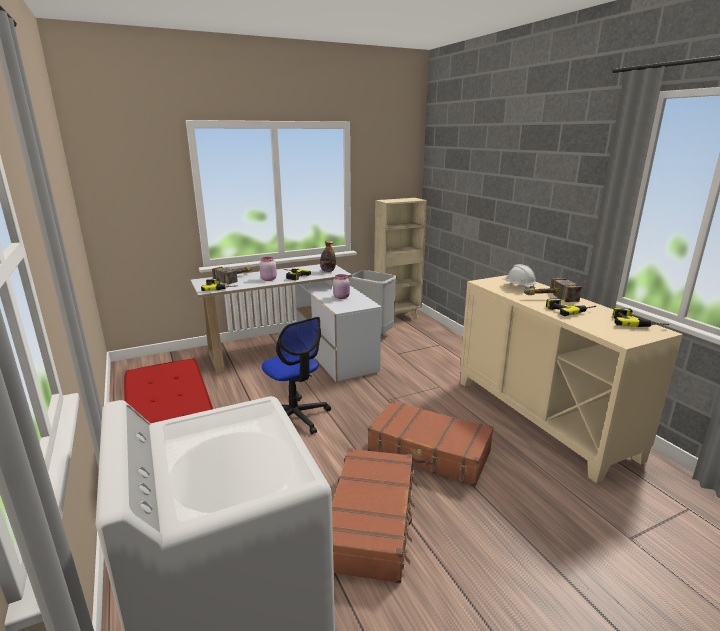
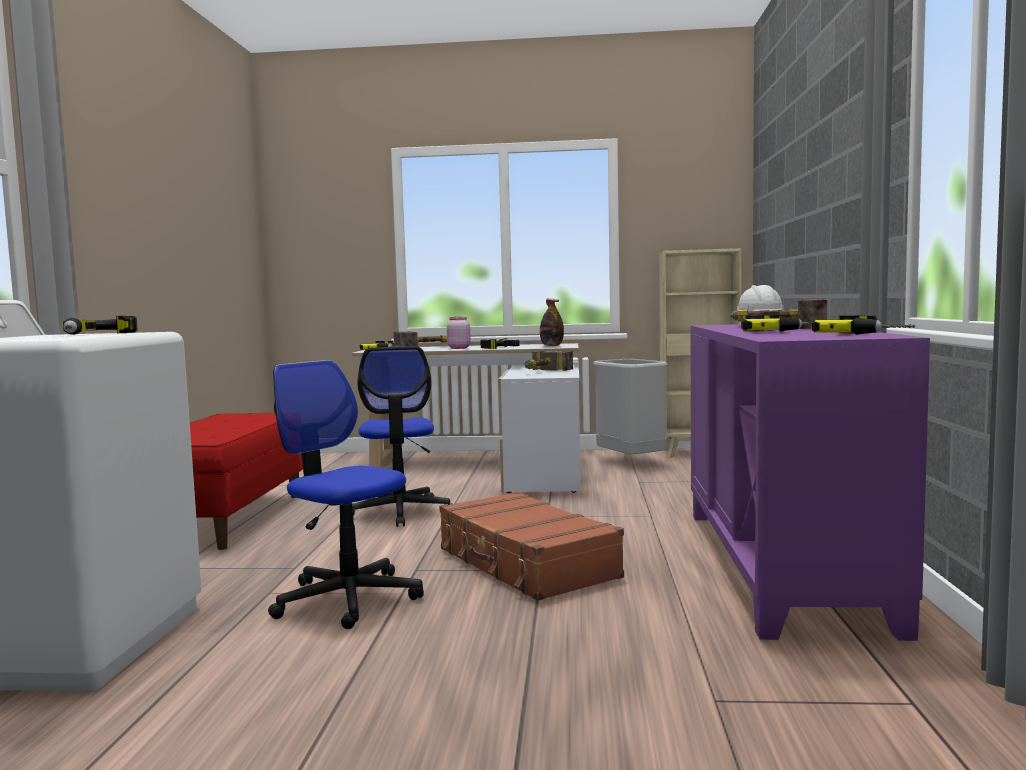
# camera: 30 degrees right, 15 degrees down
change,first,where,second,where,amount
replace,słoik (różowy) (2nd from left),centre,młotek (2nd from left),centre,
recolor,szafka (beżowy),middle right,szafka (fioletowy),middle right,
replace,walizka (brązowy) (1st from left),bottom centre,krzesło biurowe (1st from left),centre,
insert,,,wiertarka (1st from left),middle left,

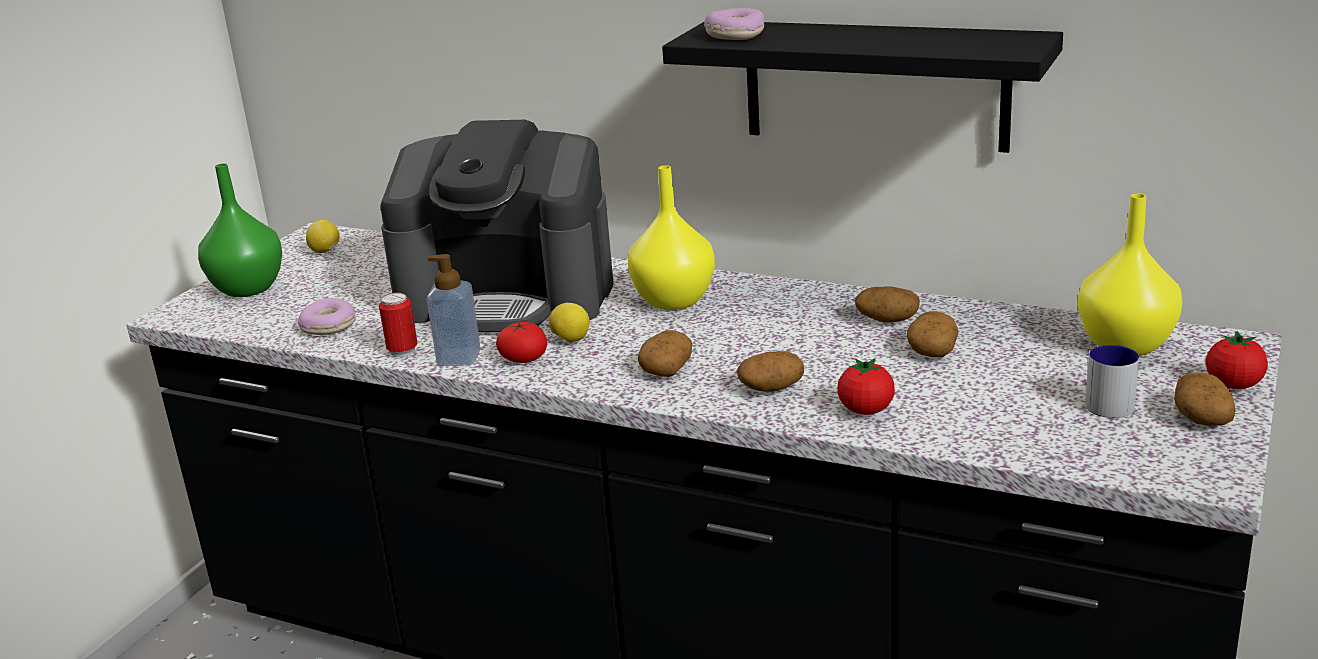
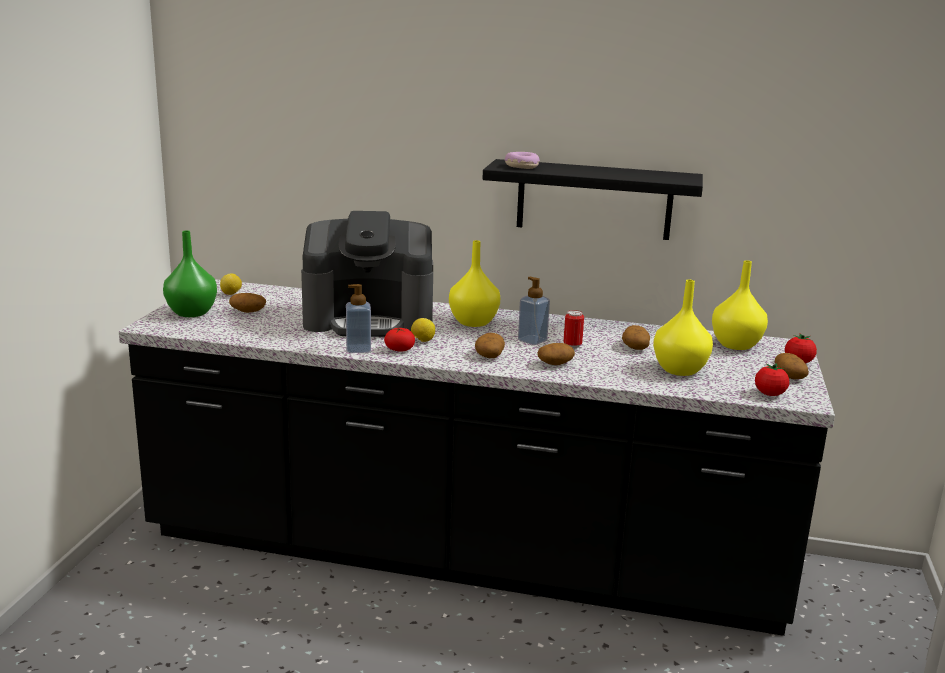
# camera: 15 degrees left, 5 degrees down
change,first,where,second,where,amount
move,ziemniak (3rd from left in the first image),middle right,ziemniak (1st from left),middle left,
move,puszka,middle left,,centre,
delete,donut (1st from left),middle left,,,
delete,kubek,middle right,,,
move,pomidor (2nd from left),centre,,middle right,
insert,,,dozownik mydła (2nd from left),centre,
insert,,,wazon (żółty) (2nd from left),middle right,

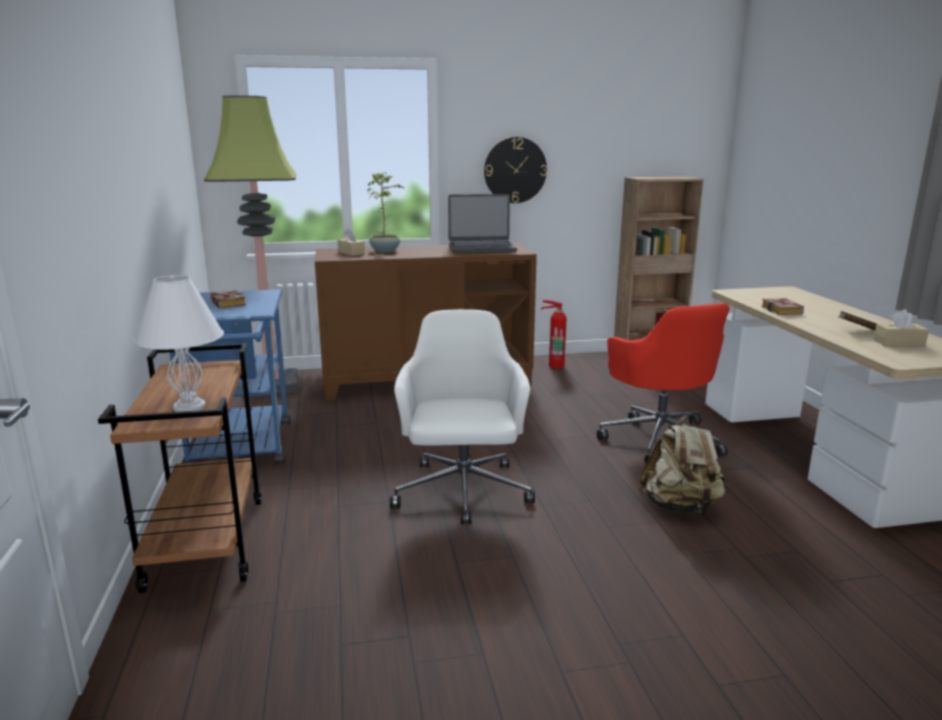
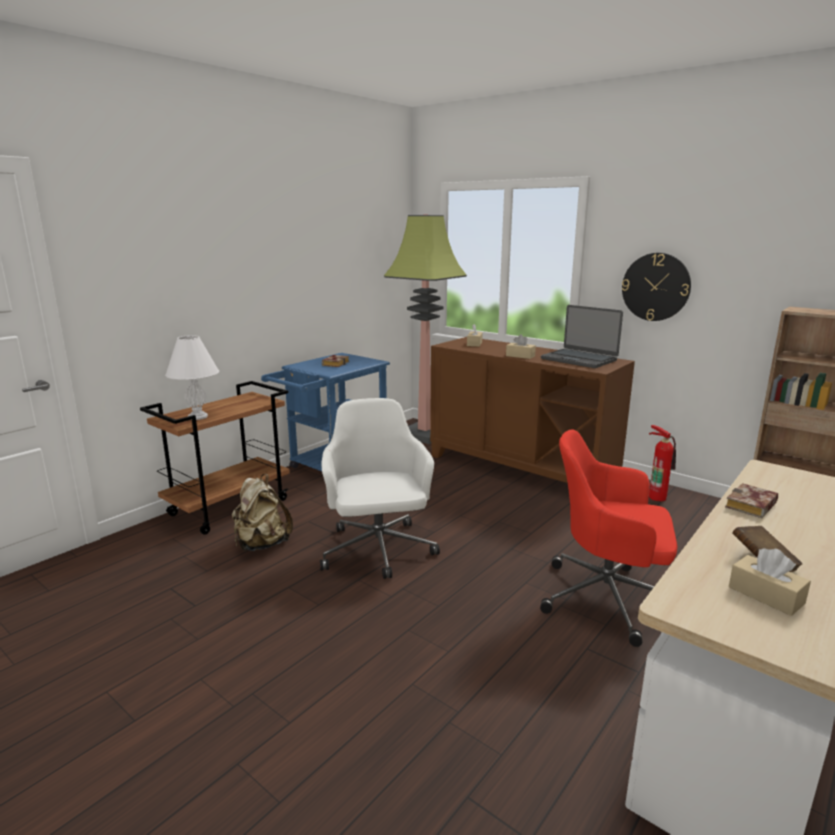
# camera: 50 degrees right, 0 degrees up
change,first,where,second,where,amount
delete,roślina doniczkowa,top centre,,,
rotate,krzesło biurowe (czerwony),middle right,,middle right,75 degrees clockwise
rotate,krzesło biurowe (biały),centre,,centre,60 degrees counterclockwise
move,plecak (beżowy),middle right,,middle left,
insert,,,pudełko chusteczek (beżowy) (2nd from left),centre,

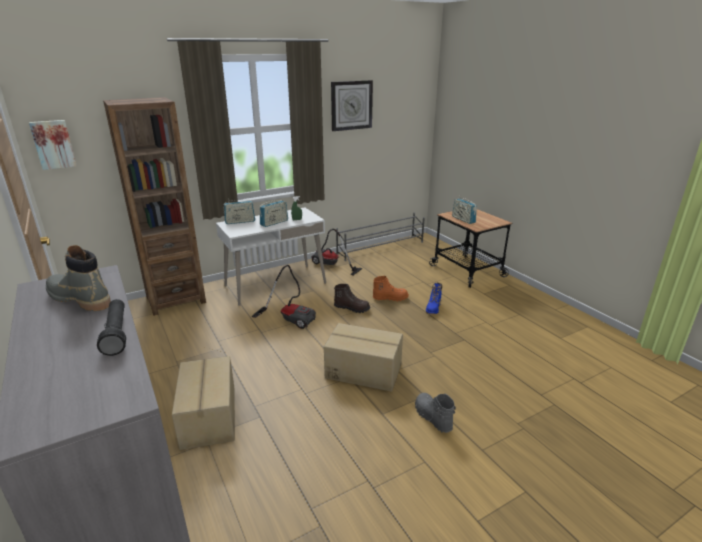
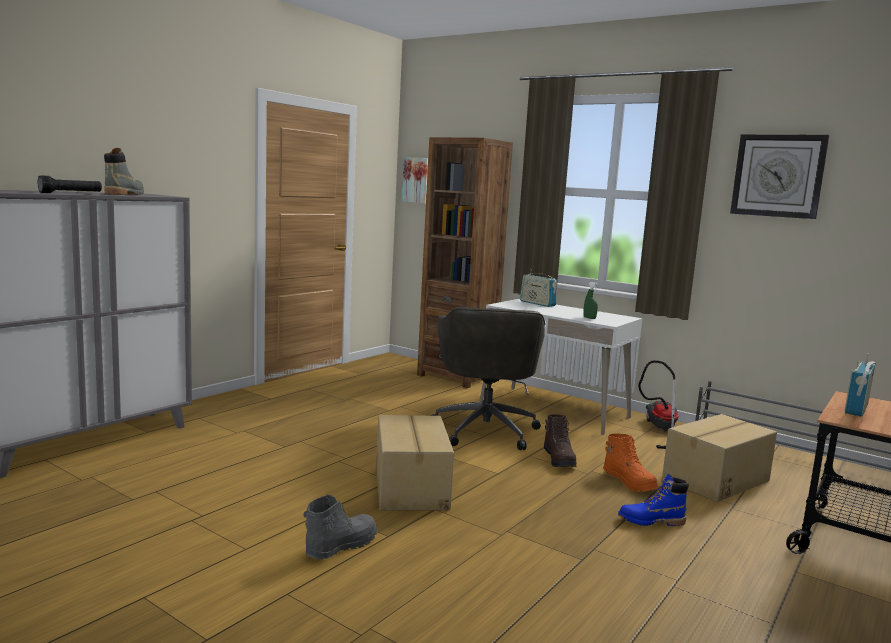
# camera: 65 degrees right, 15 degrees down
change,first,where,second,where,amount
delete,radio (2nd from left),centre,,,
replace,odkurzacz (1st from left),centre,krzesło biurowe (szary),centre,
move,karton (1st from left in the first image),bottom left,karton (2nd from left),bottom right,

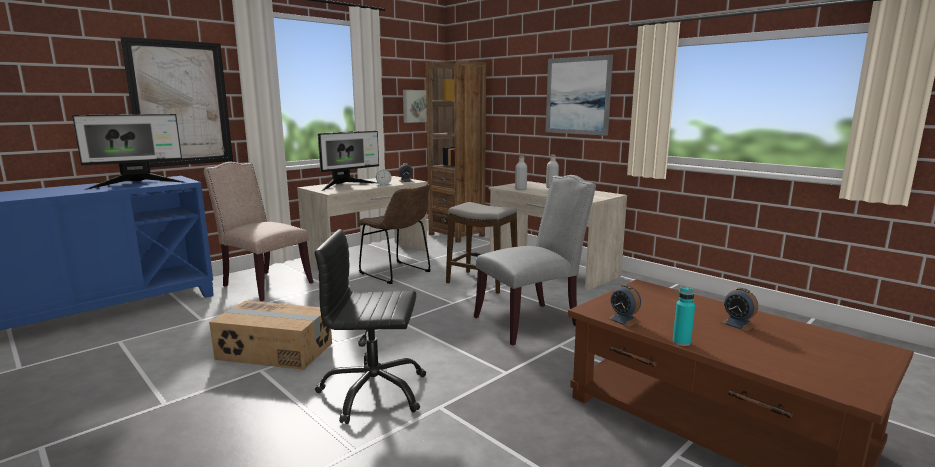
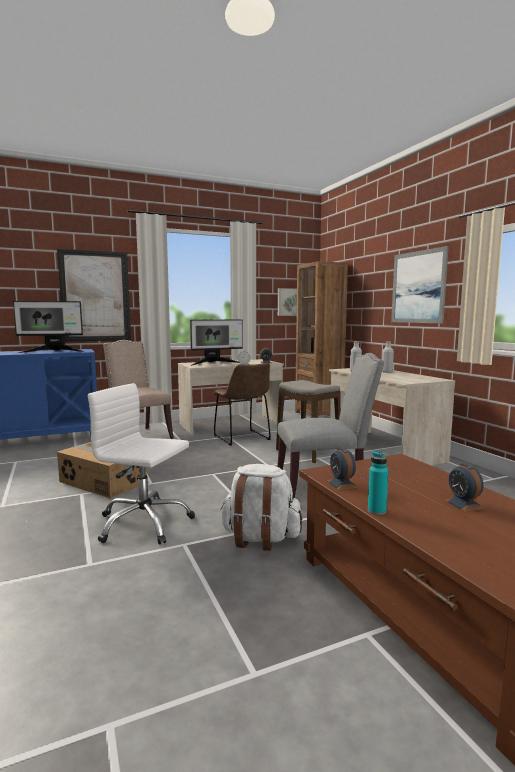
# camera: 20 degrees right, 5 degrees down
change,first,where,second,where,amount
recolor,krzesło biurowe (czarny),bottom centre,krzesło biurowe (biały),middle left,
insert,,,plecak (biały),centre,

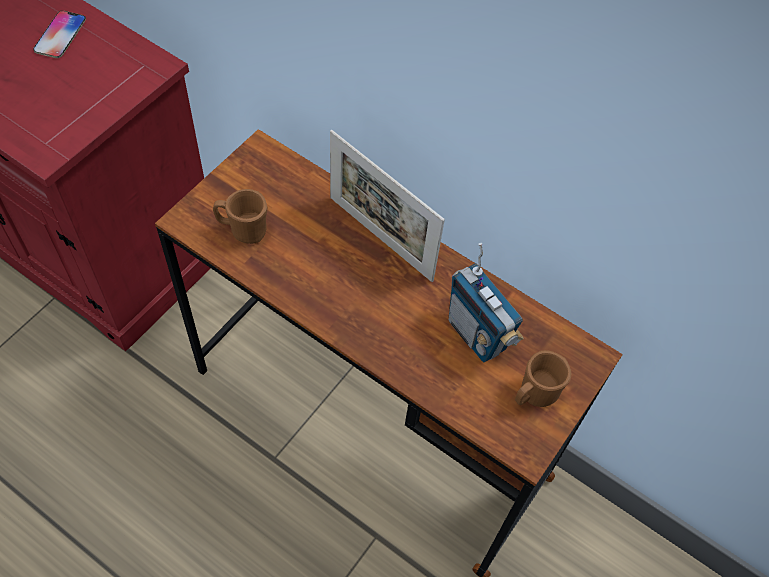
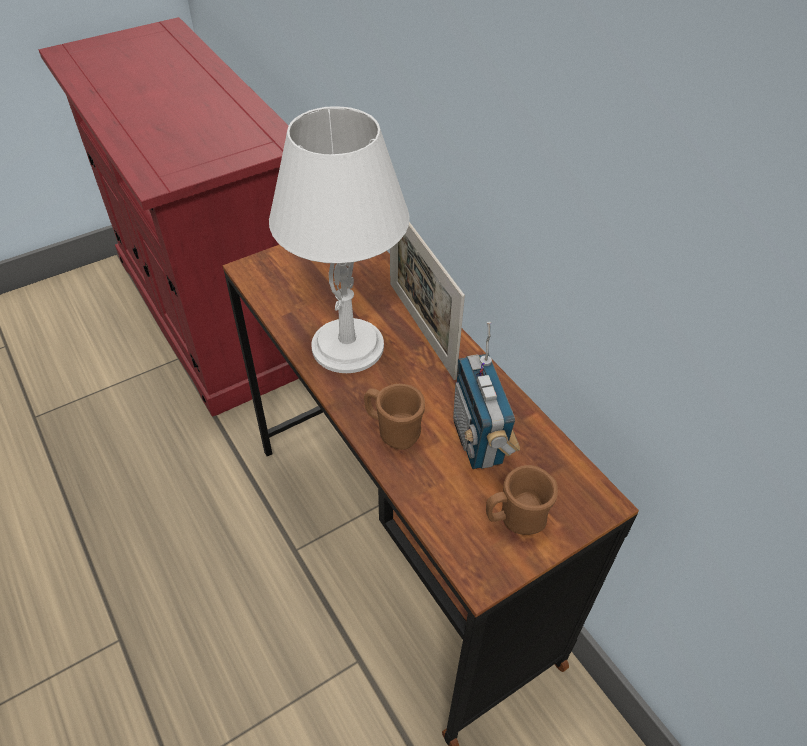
# camera: 25 degrees right, 10 degrees down
change,first,where,second,where,amount
delete,telefon,top left,,,
move,kubek (brązowy) (1st from left),middle left,,centre,
insert,,,lampa stołowa (biały),top centre,

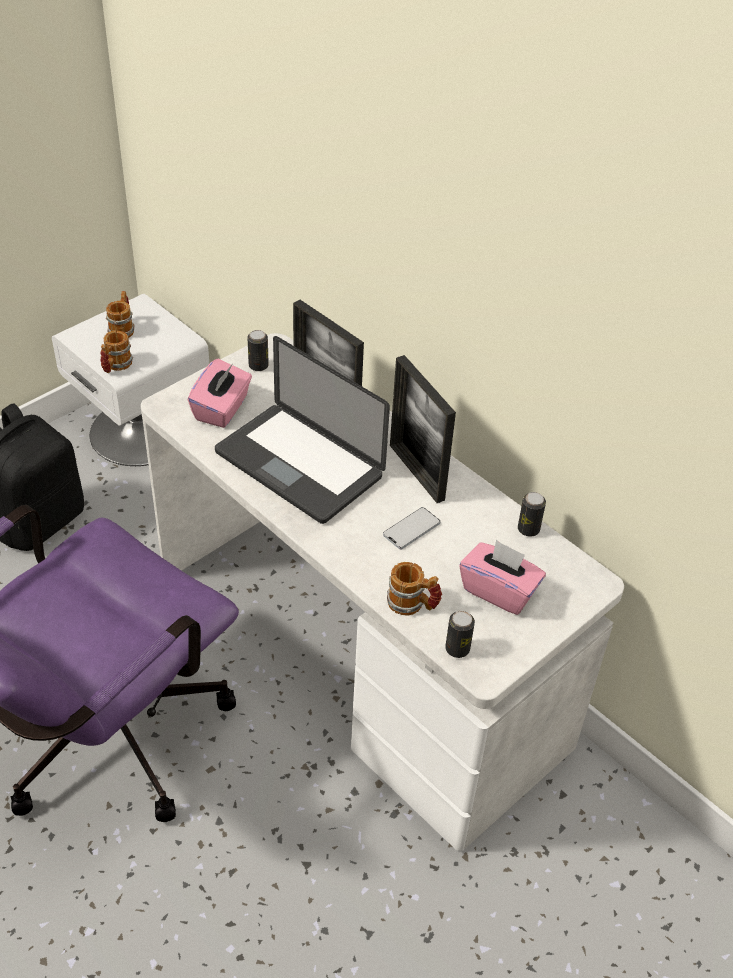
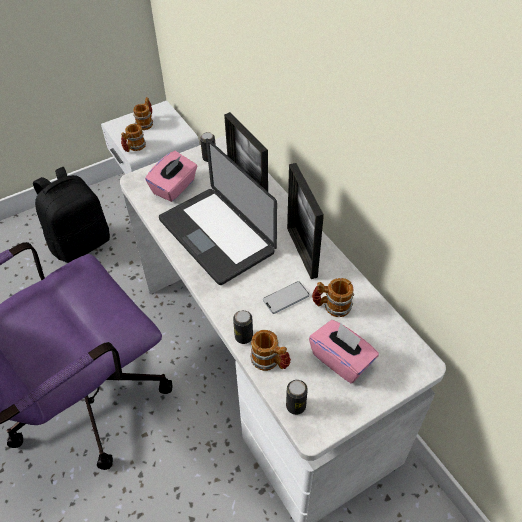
# camera: 15 degrees right, 5 degrees up
change,first,where,second,where,amount
move,puszka (3rd from left in the first image),middle right,puszka (2nd from left),centre,
insert,,,kubek (4th from left),centre,

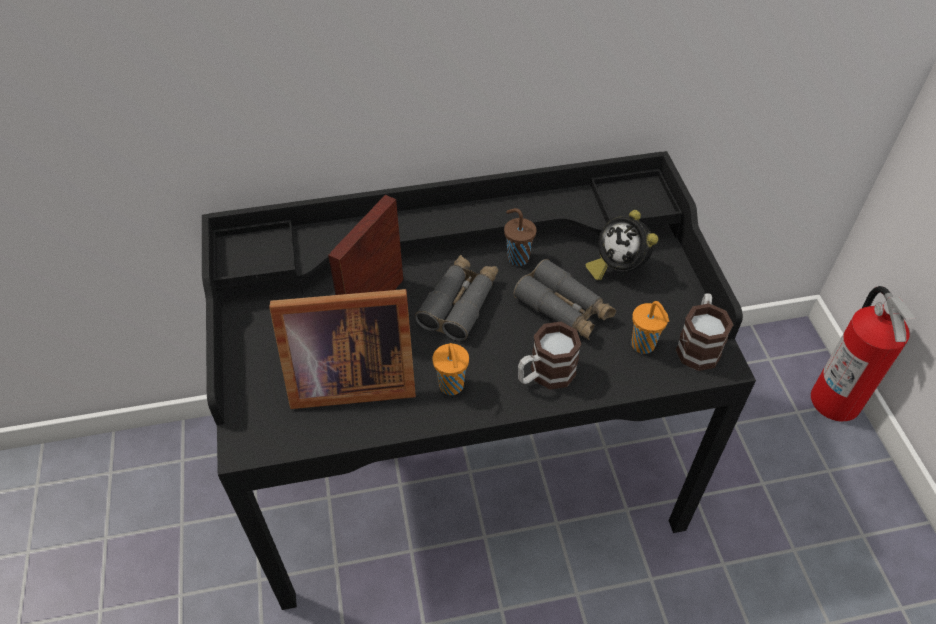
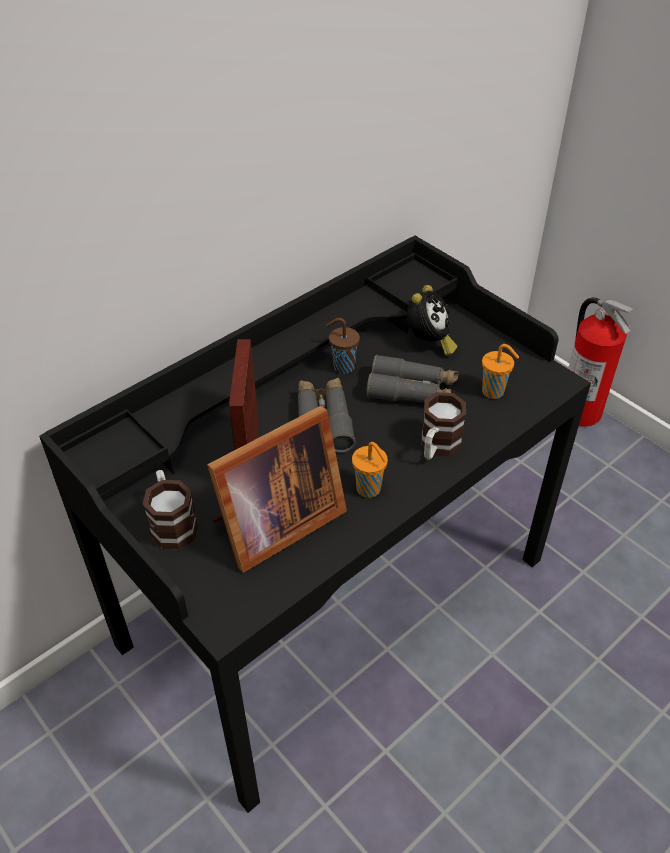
# camera: 30 degrees left, 5 degrees down
change,first,where,second,where,amount
rotate,budzik,centre,,centre,90 degrees counterclockwise
move,kubek (2nd from left in the first image),middle right,kubek (1st from left),middle left,

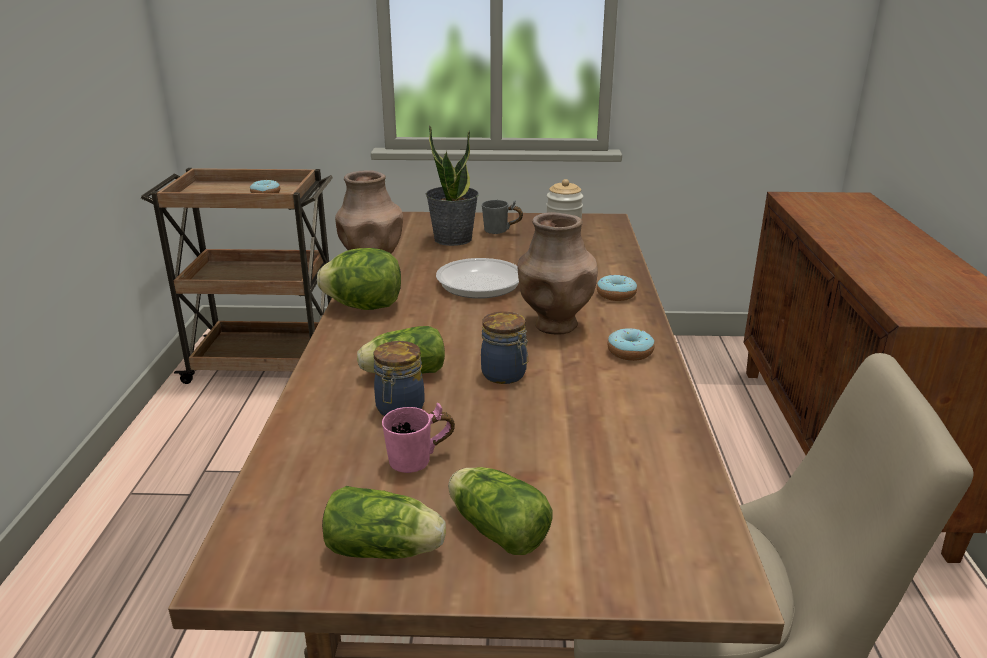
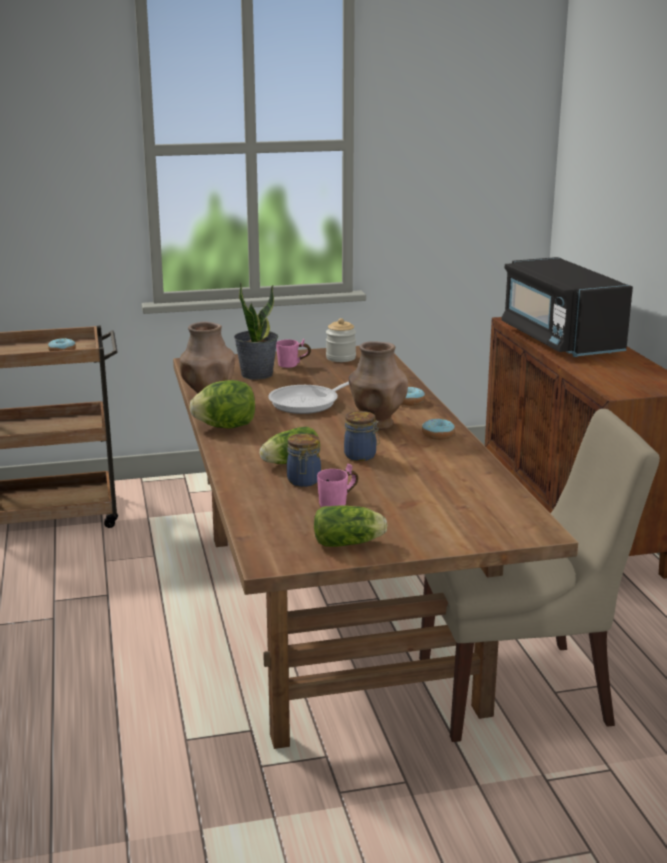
# camera: 15 degrees left, 5 degrees down
change,first,where,second,where,amount
recolor,kubek (szary),top centre,kubek (różowy) (1st from left),centre,
delete,sałata (4th from left),bottom centre,,,
insert,,,mikrofalówka (czarny),middle right,

